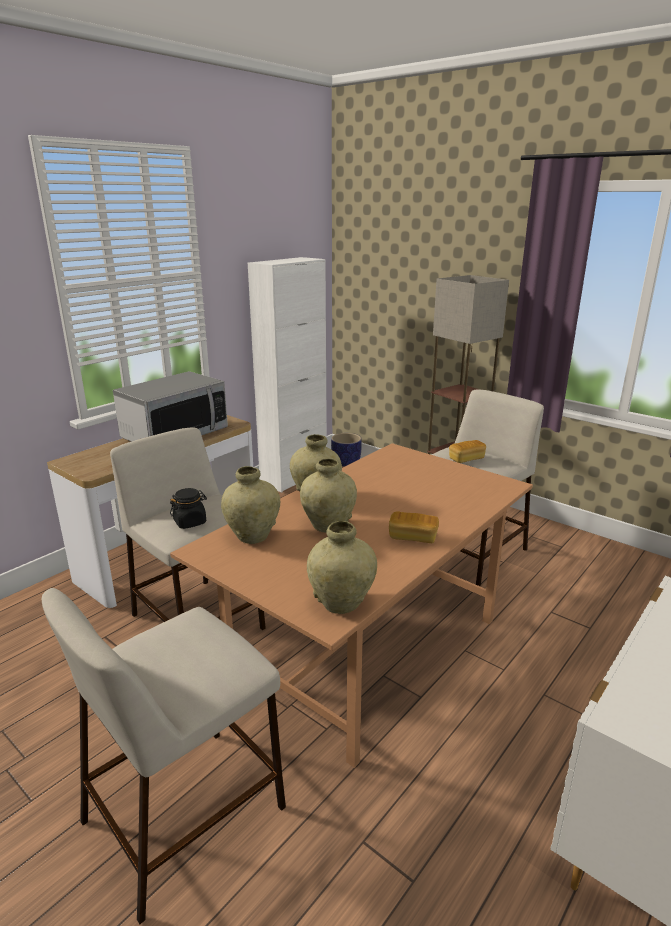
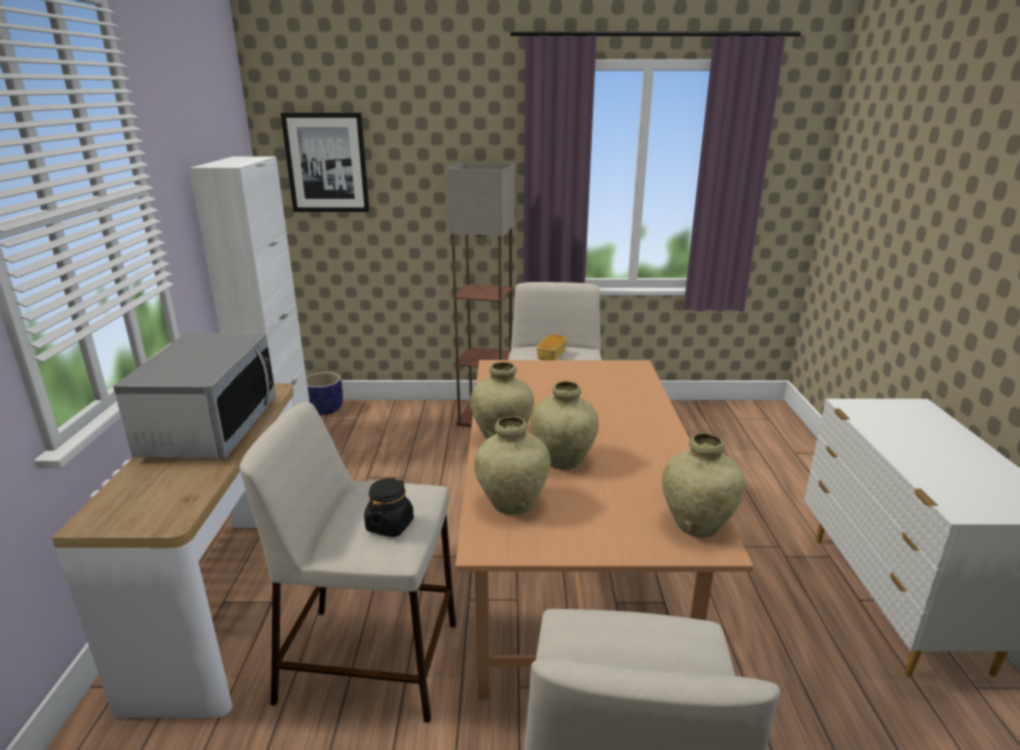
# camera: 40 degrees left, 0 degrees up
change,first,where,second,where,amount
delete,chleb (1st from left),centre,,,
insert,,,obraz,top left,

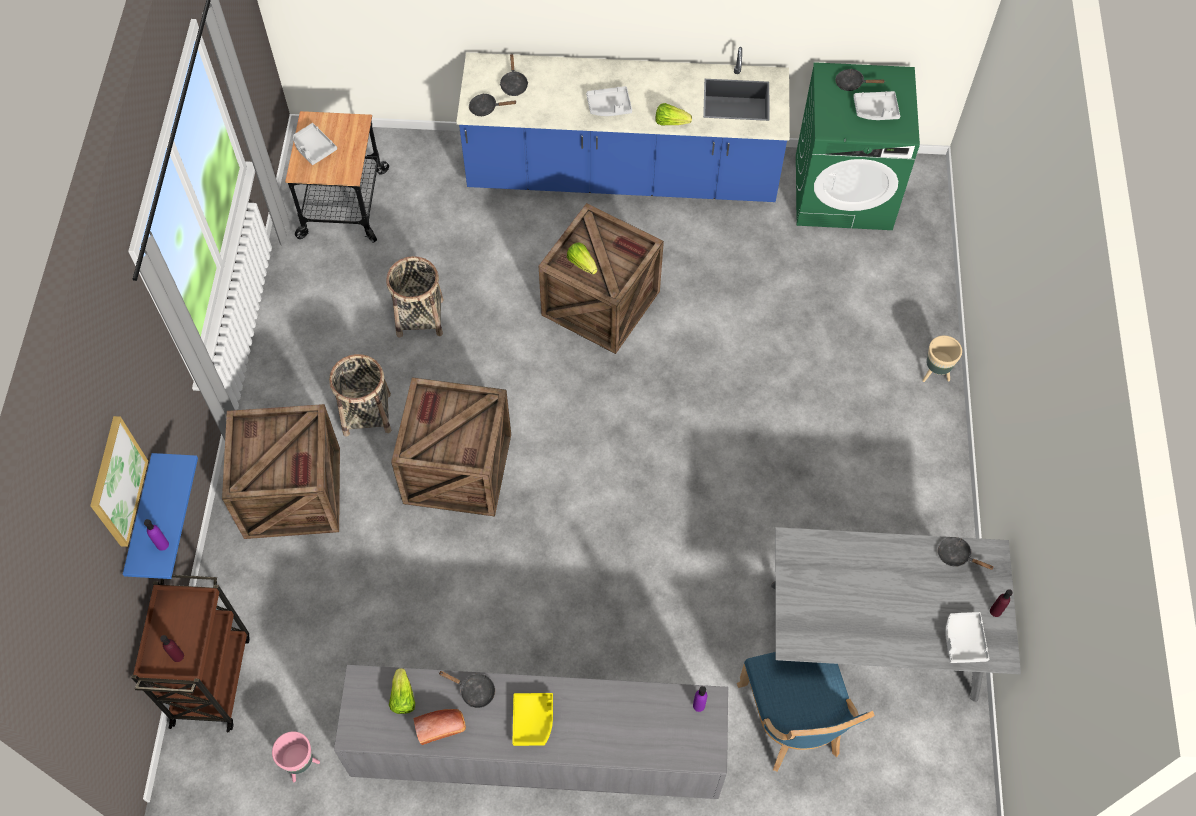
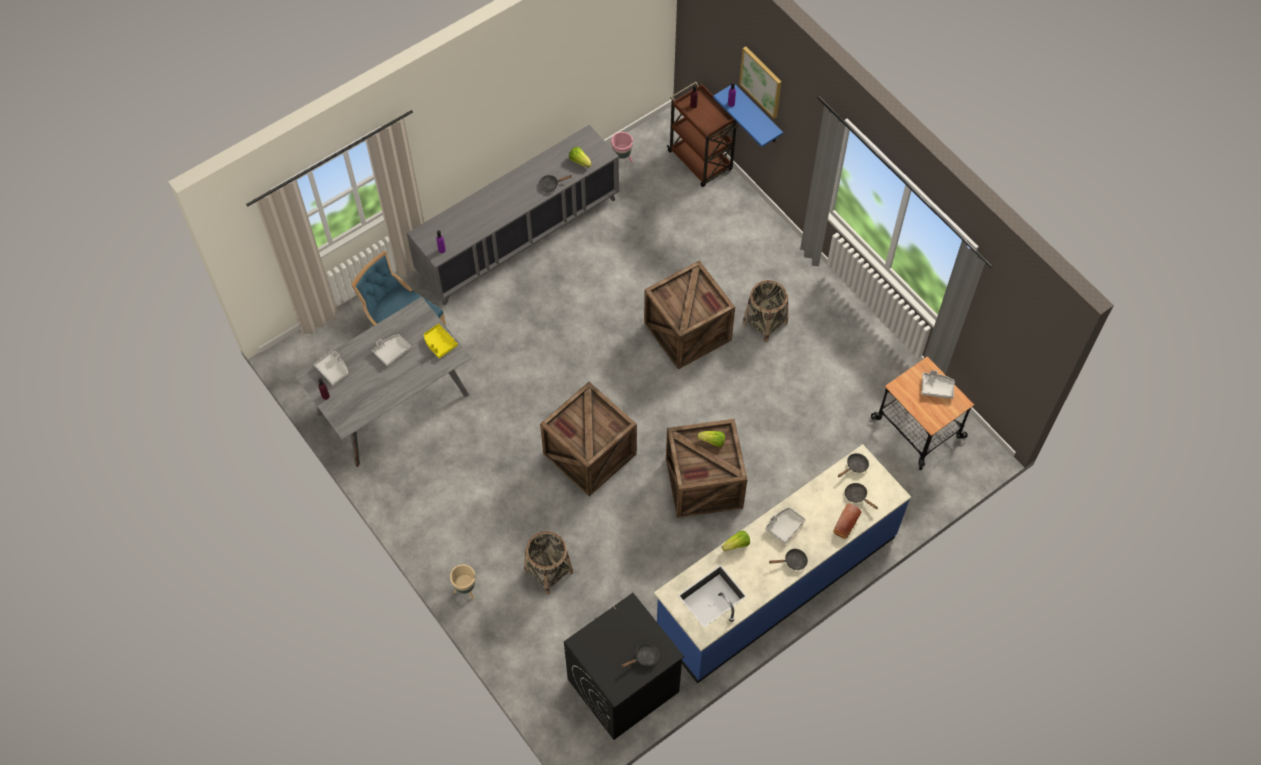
# camera: 140 degrees right, 0 degrees up
change,first,where,second,where,amount
recolor,pralka (zielony),top right,pralka (czarny),bottom centre,
move,taca (szary) (3rd from left in the first image),top right,taca (szary) (2nd from left),middle left,
move,koszyk (2nd from left in the first image),centre,koszyk (1st from left),bottom centre,
move,skrzynka (1st from left),middle left,,centre,
move,patelnia (czarny) (5th from left in the first image),bottom right,patelnia (czarny) (3rd from left),bottom centre,
move,taca (żółty),bottom centre,,centre,
move,chleb,bottom centre,,bottom right,

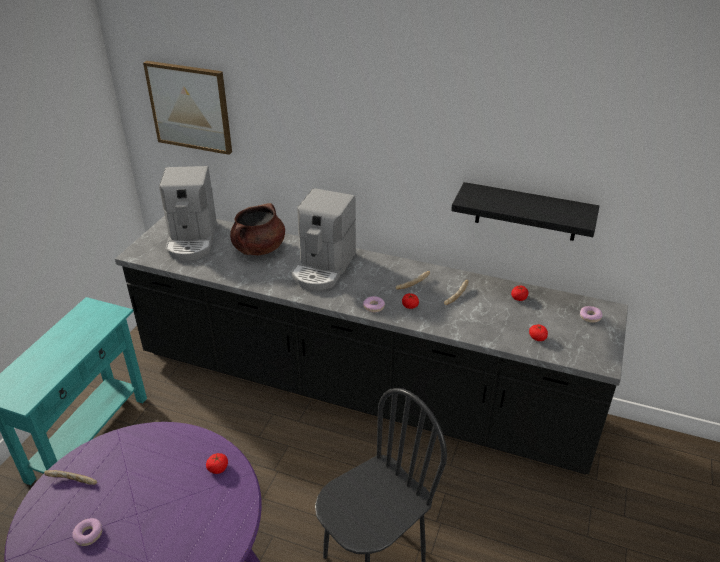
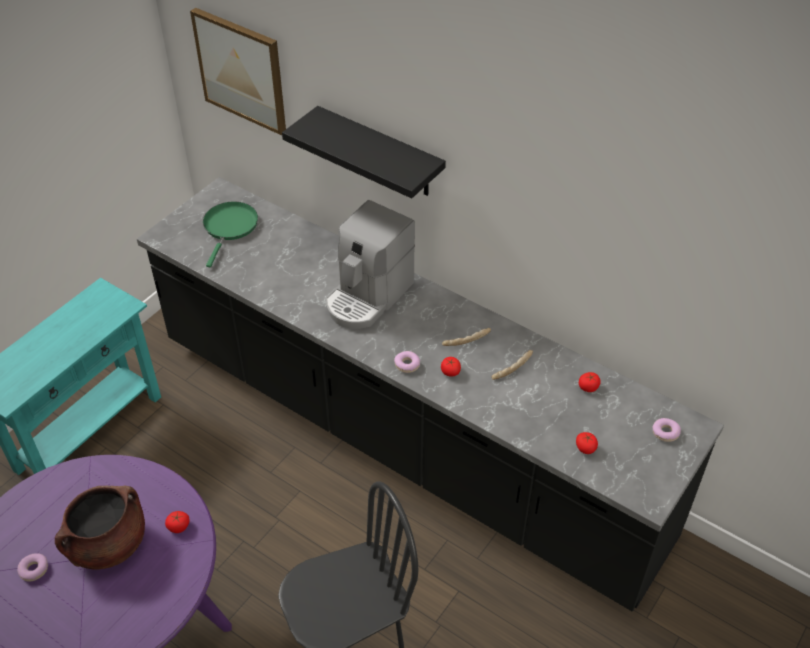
# camera: 15 degrees right, 10 degrees up
change,first,where,second,where,amount
replace,ekspres do kawy (1st from left),middle left,patelnia (zielony),middle left,
move,półka (czarny),middle right,,top centre,
move,garnek (brązowy),centre,,bottom left,
delete,chleb (1st from left),bottom left,,,

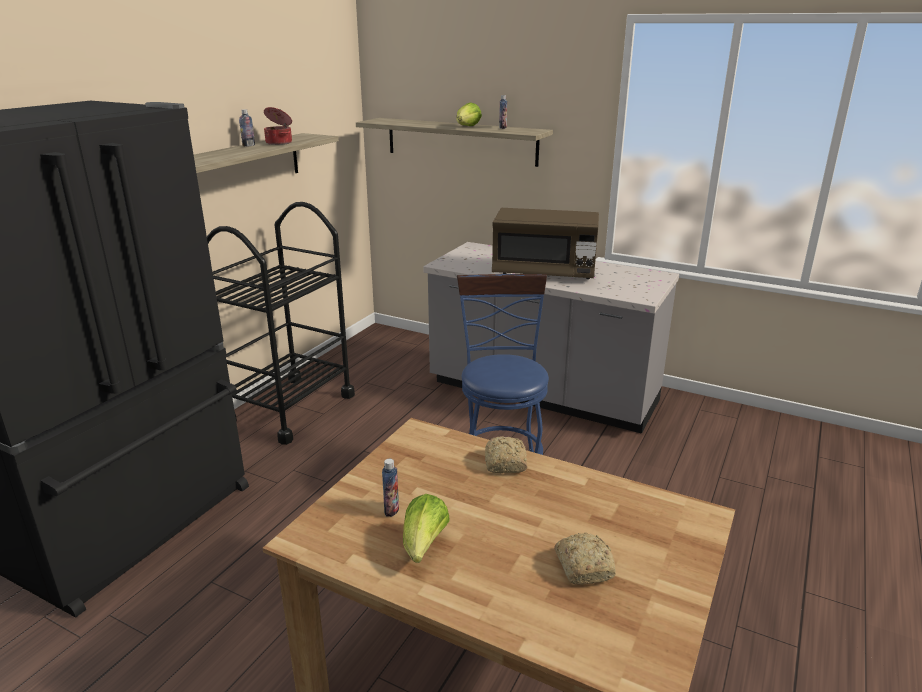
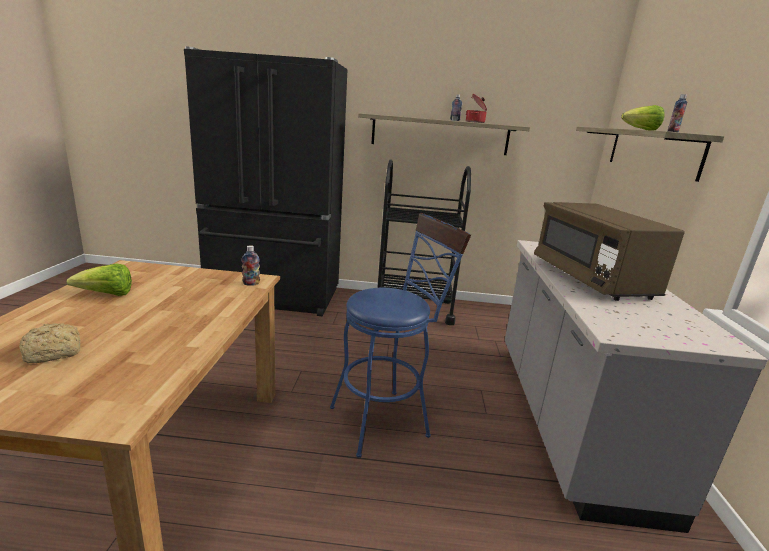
# camera: 65 degrees right, 5 degrees down
change,first,where,second,where,amount
delete,chleb (1st from left),centre,,,
move,butelka (2nd from left in the first image),bottom centre,butelka (1st from left),middle left,

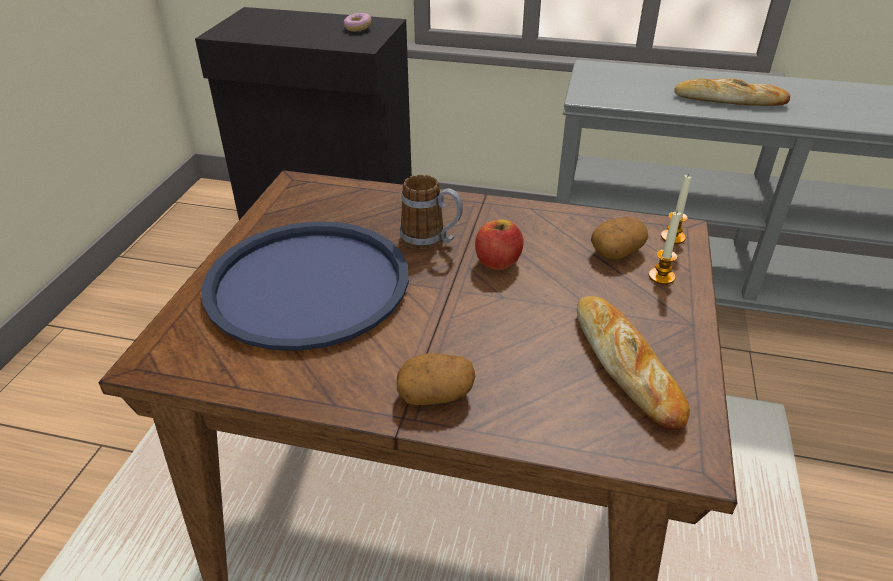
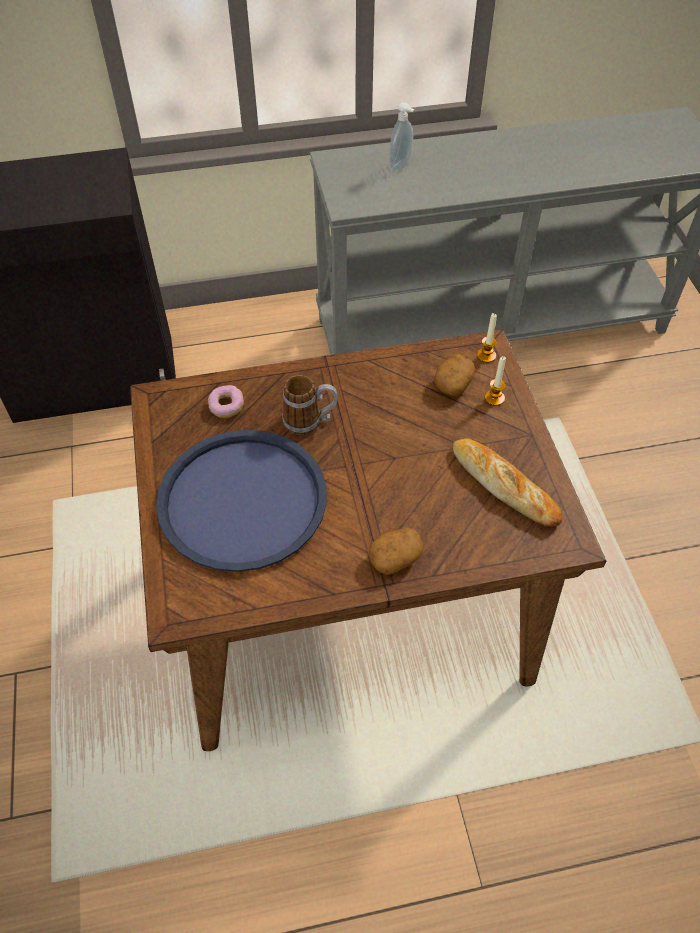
# camera: 25 degrees left, 15 degrees up
change,first,where,second,where,amount
move,donut,top centre,,middle left,
delete,chleb (2nd from left),top right,,,
delete,jabłko,centre,,,
insert,,,dozownik mydła,top centre,

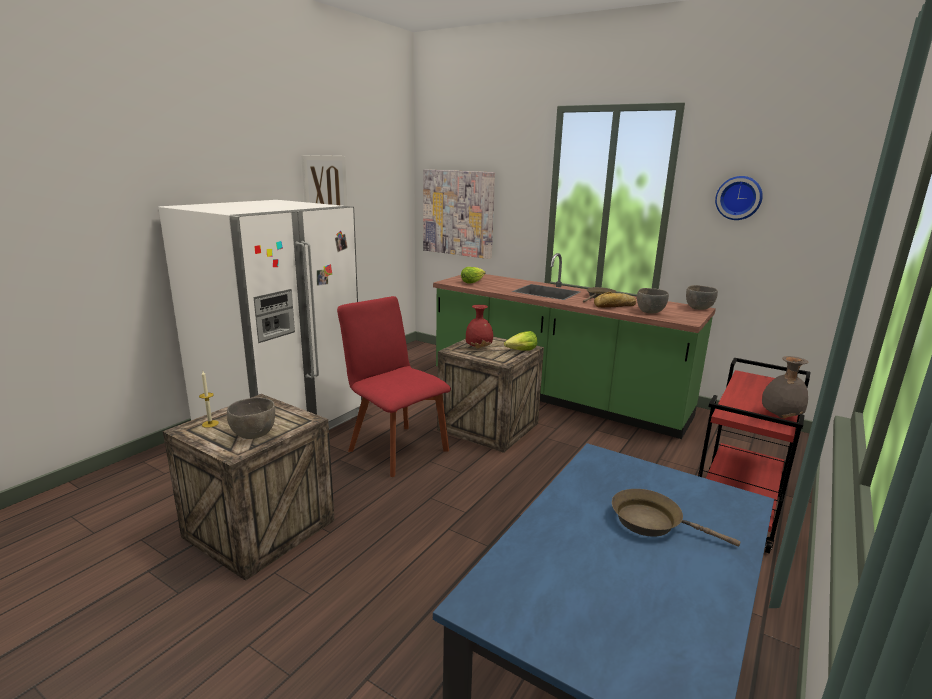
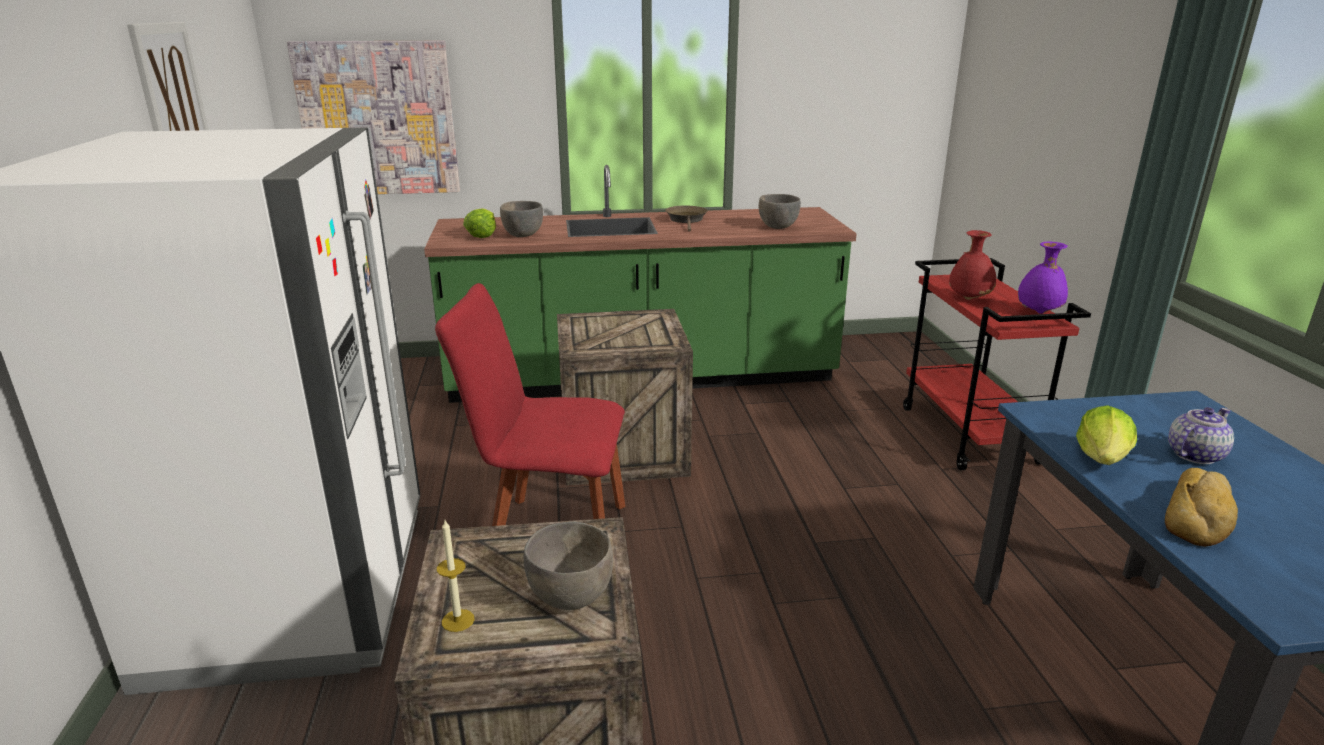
# camera: 40 degrees left, 5 degrees up
change,first,where,second,where,amount
delete,zegar ścienny,top right,,,
move,miska (szary) (3rd from left in the first image),middle right,miska (szary) (1st from left),top centre,
move,chleb,centre,,bottom right,
move,wazon (czerwony),centre,,middle right,
move,sałata (2nd from left),centre,,middle right,
recolor,wazon (szary),middle right,wazon (fioletowy),middle right,
replace,patelnia (brązowy) (2nd from left),bottom right,imbryk,middle right,

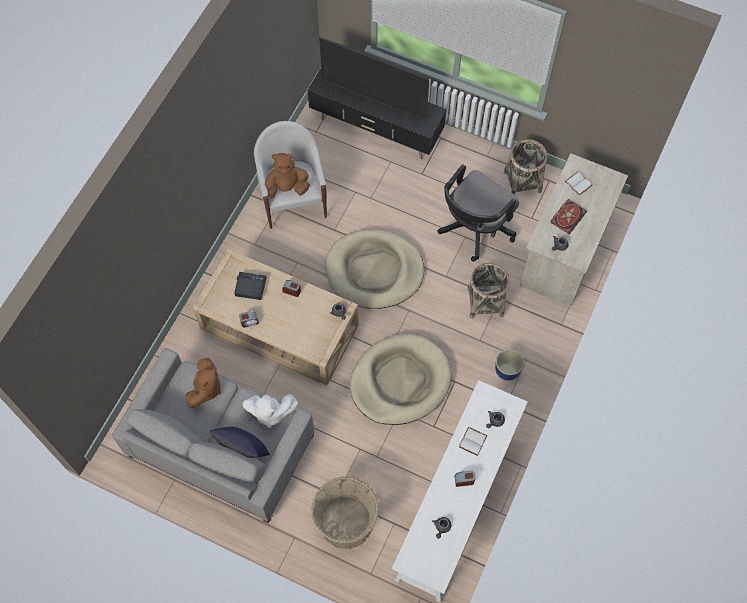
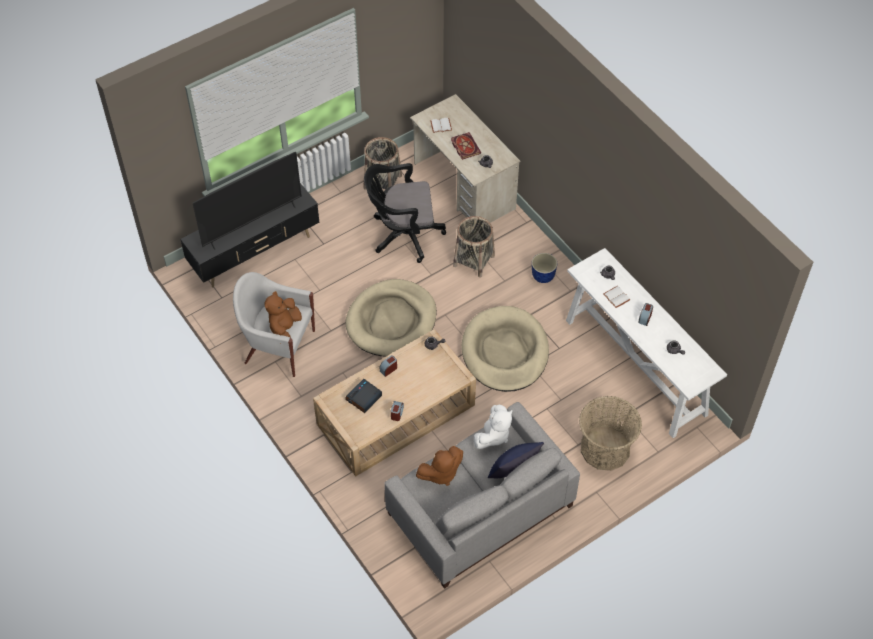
# camera: 60 degrees left, 10 degrees down
change,first,where,second,where,amount
rotate,krzesło biurowe (czarny),centre,,centre,105 degrees clockwise
rotate,pluszak (brązowy) (1st from left in the first image),middle left,pluszak (brązowy) (2nd from left),bottom centre,105 degrees clockwise

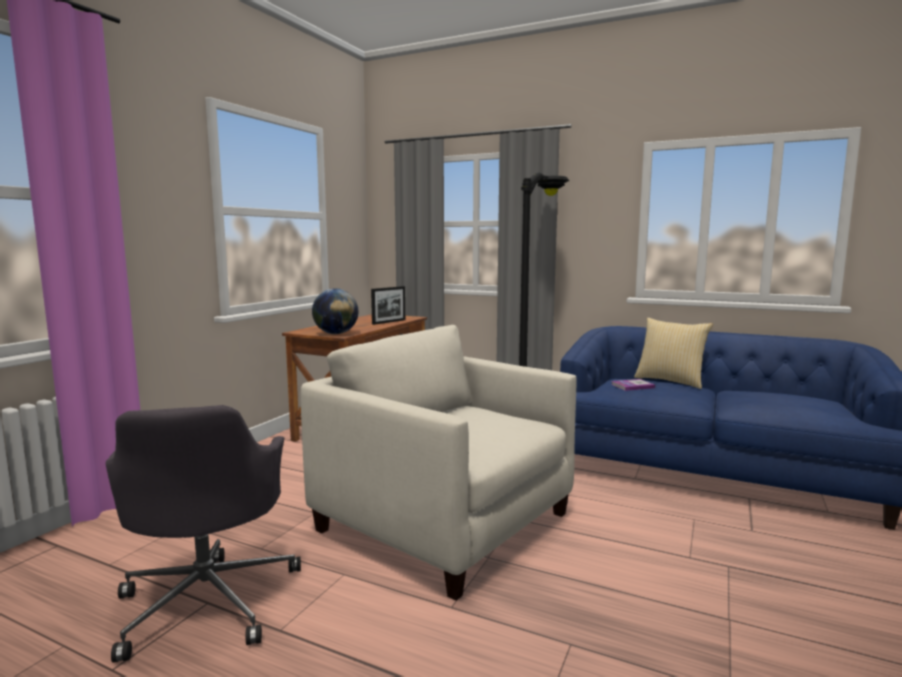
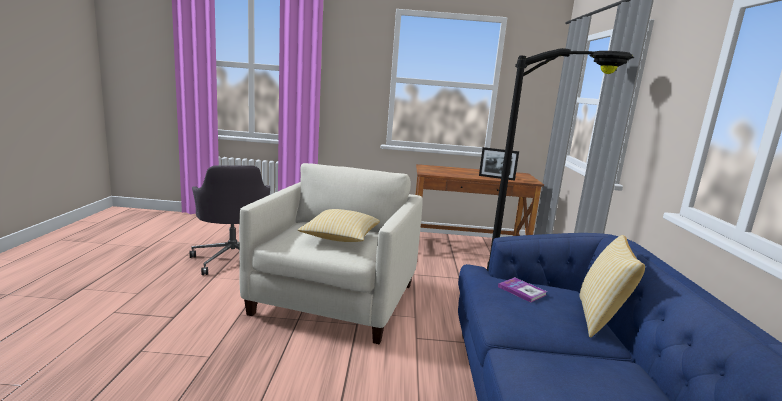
# camera: 65 degrees right, 5 degrees up
change,first,where,second,where,amount
delete,globus,centre,,,
rotate,krzesło biurowe (szary),bottom left,,middle left,75 degrees counterclockwise
insert,,,poduszka (1st from left),centre,

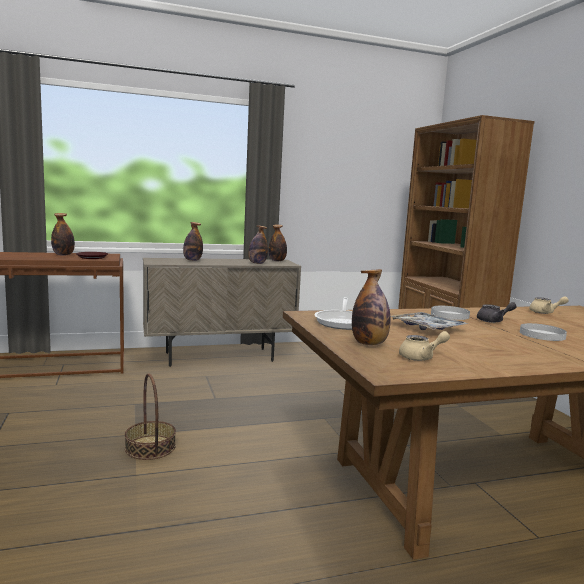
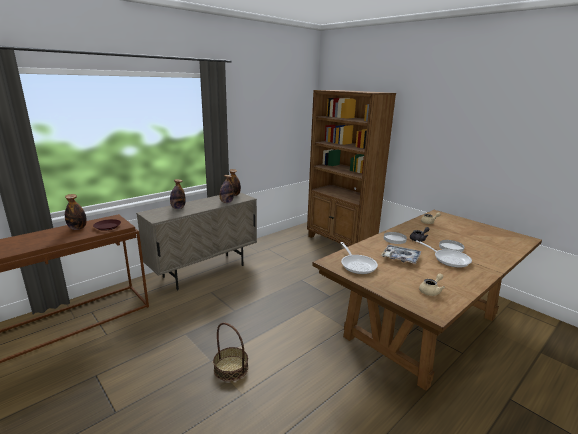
# camera: 25 degrees left, 10 degrees up
change,first,where,second,where,amount
delete,butelka (5th from left),centre,,,
insert,,,patelnia (2nd from left),middle right,

